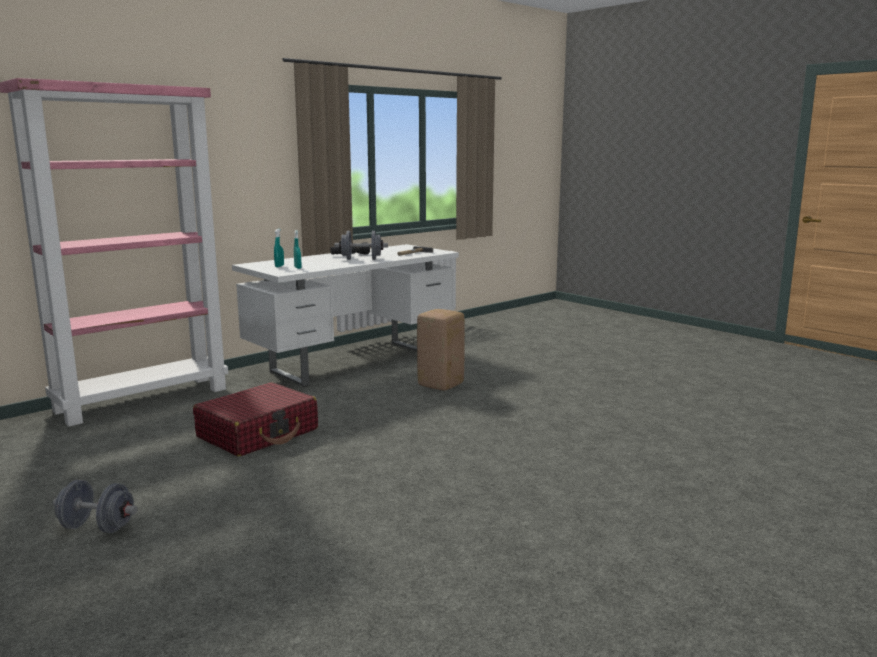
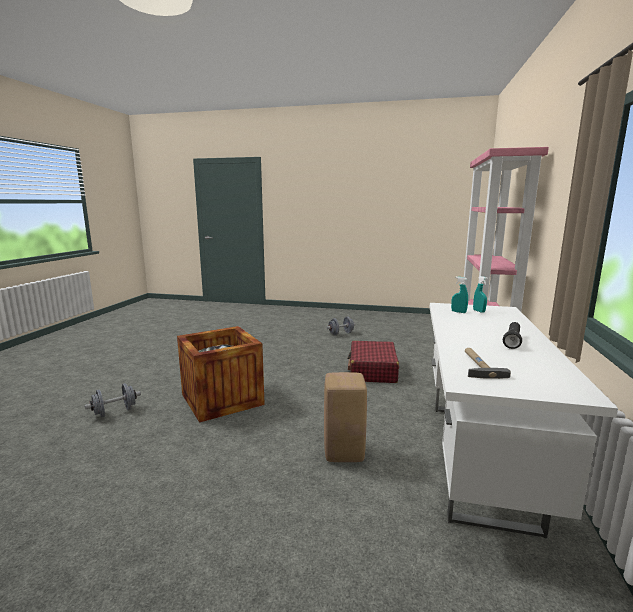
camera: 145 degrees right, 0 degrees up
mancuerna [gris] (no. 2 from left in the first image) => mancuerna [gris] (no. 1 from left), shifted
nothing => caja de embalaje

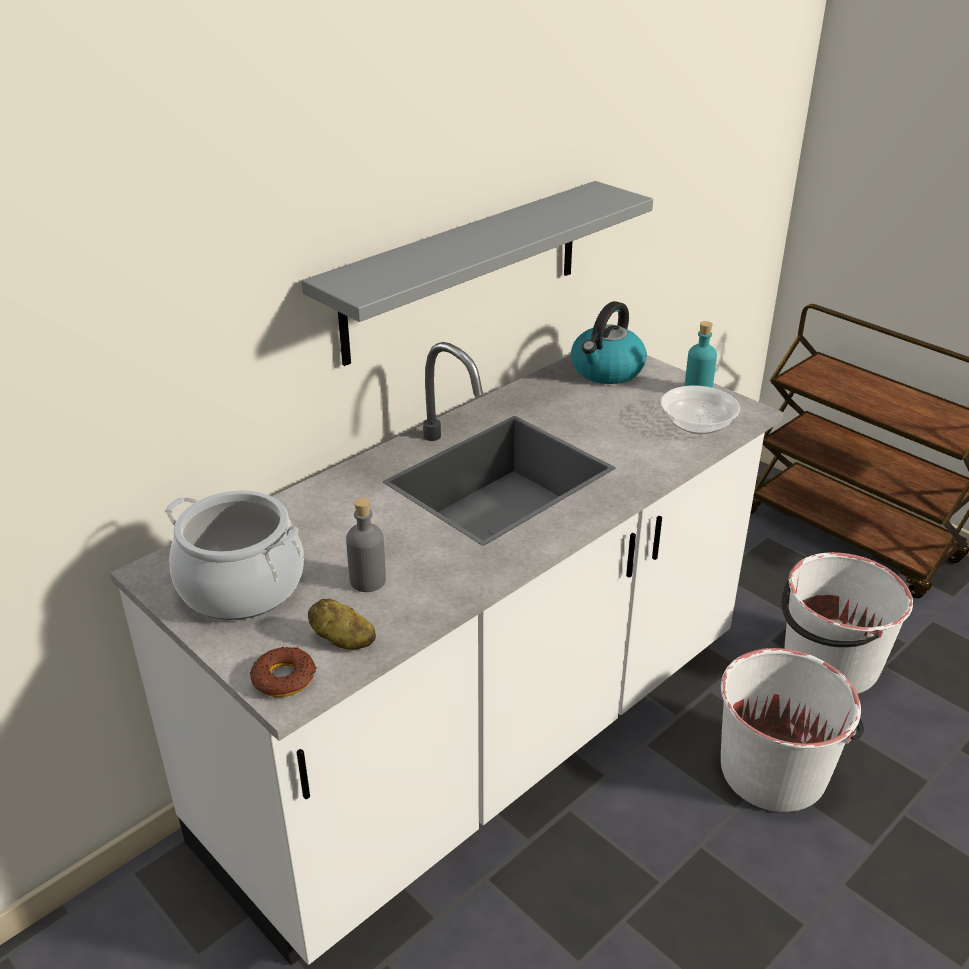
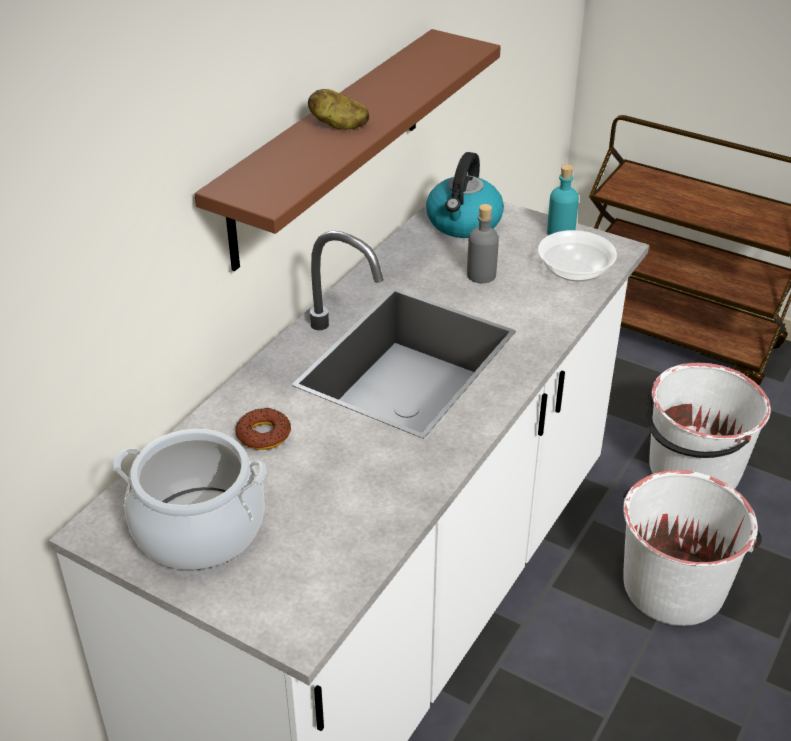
camera: 15 degrees left, 5 degrees up
estante [gris] => estante [marrón]
botella [gris], shifted
patata, shifted
rosquilla, shifted

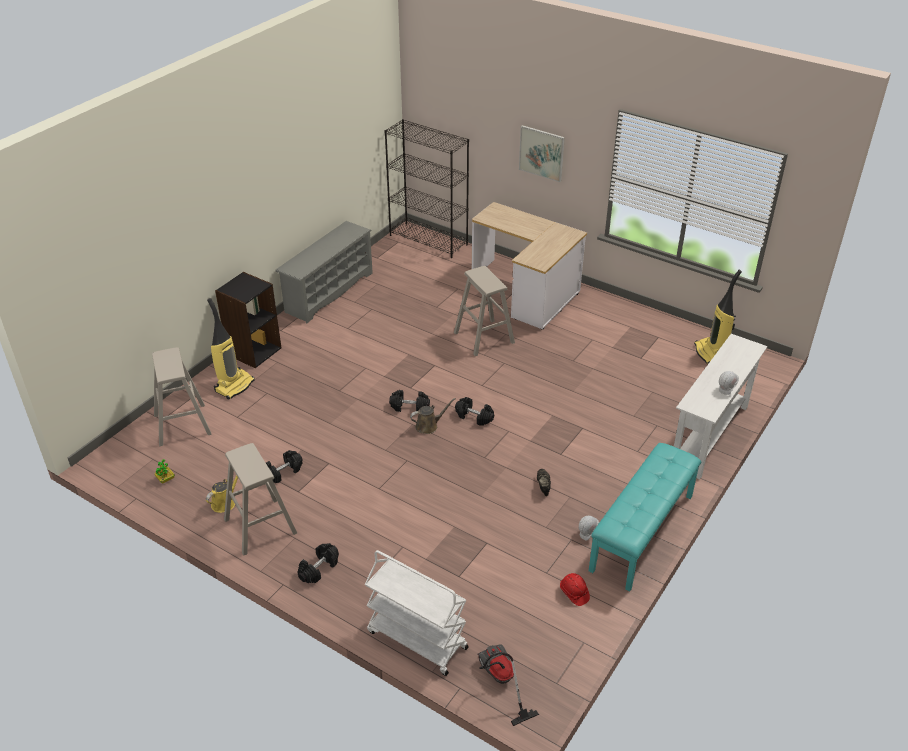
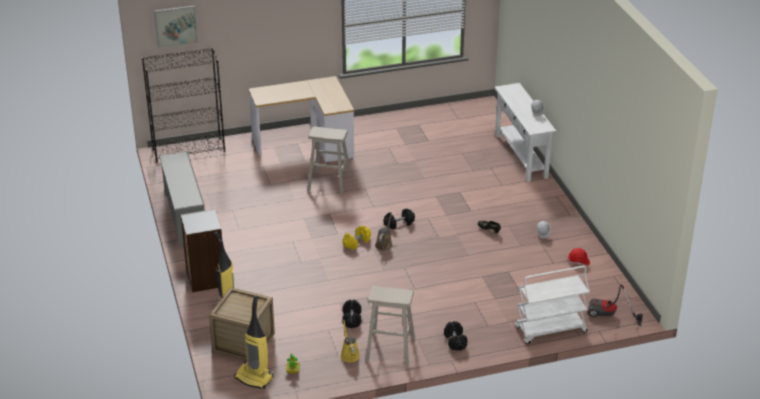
camera: 50 degrees left, 5 degrees down
cuadro, shifted
aspiradora (no. 3 from left in the first image) => aspiradora (no. 2 from left), shifted
taburete [beis] (no. 1 from left) => caja de embalaje
mancuerna [negro] (no. 3 from left) => mancuerna [amarillo]
banco [turquesa] => nothing

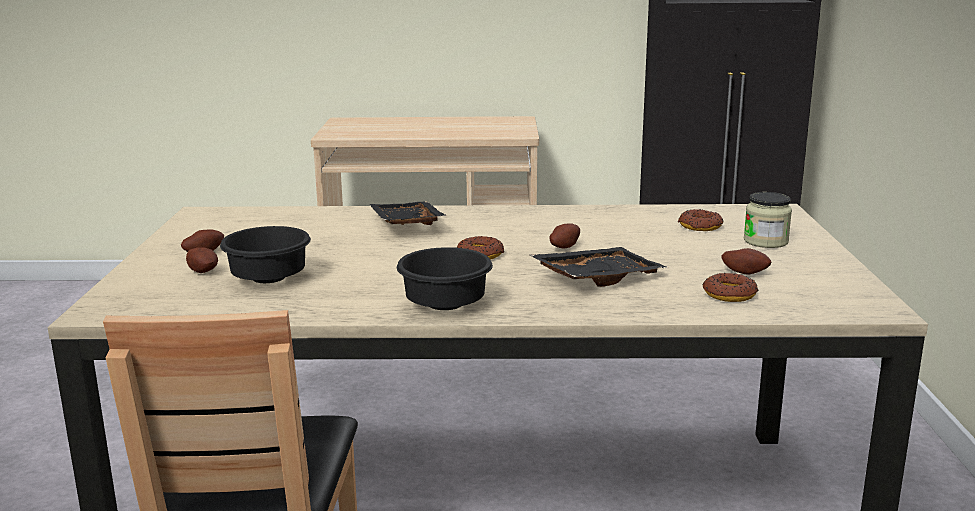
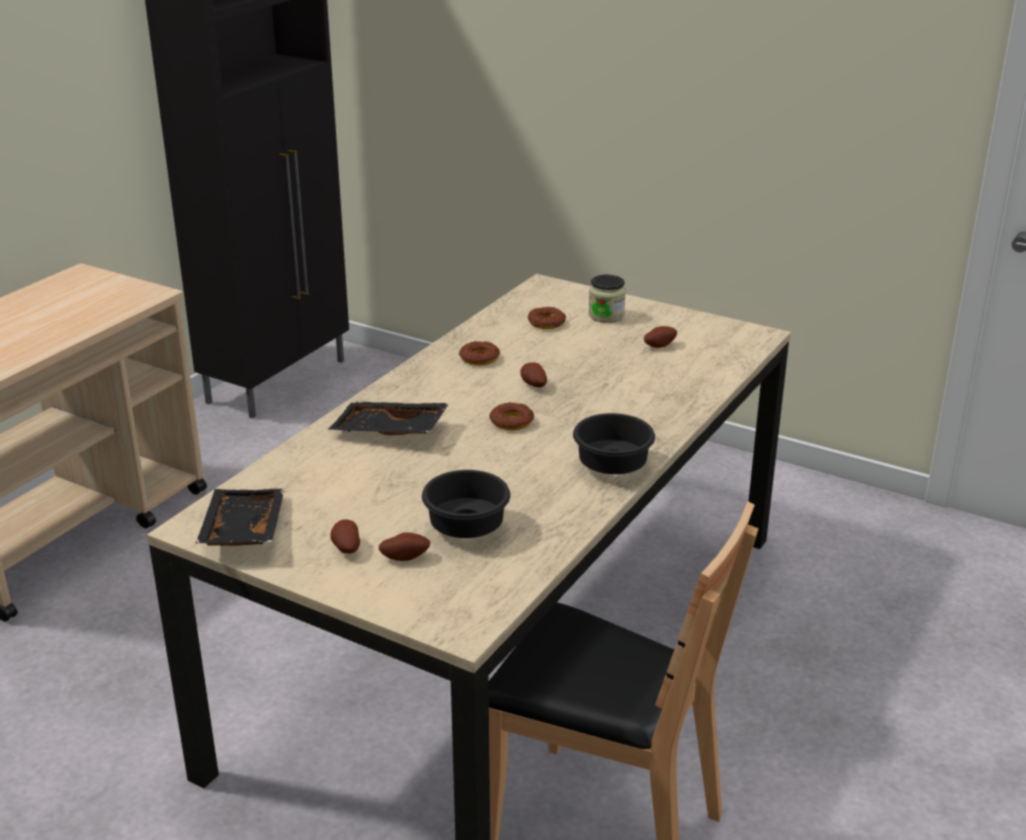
camera: 60 degrees left, 10 degrees up
bandeja [negro] (no. 2 from left in the first image) => bandeja [negro] (no. 1 from left), shifted
rosquilla (no. 3 from left in the first image) => rosquilla (no. 1 from left), shifted

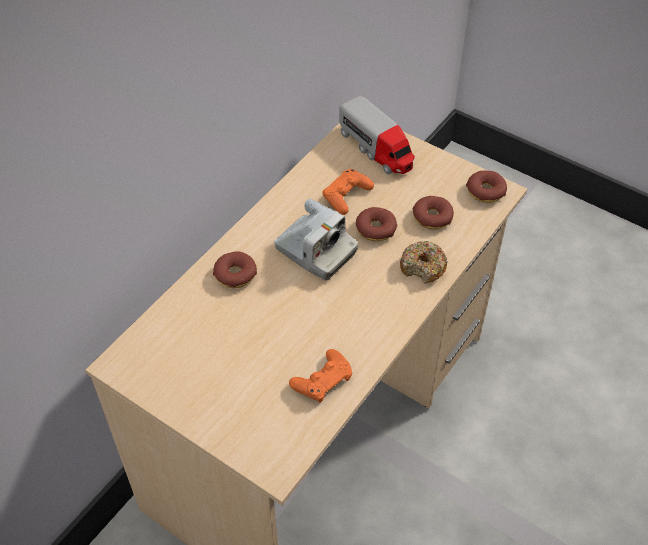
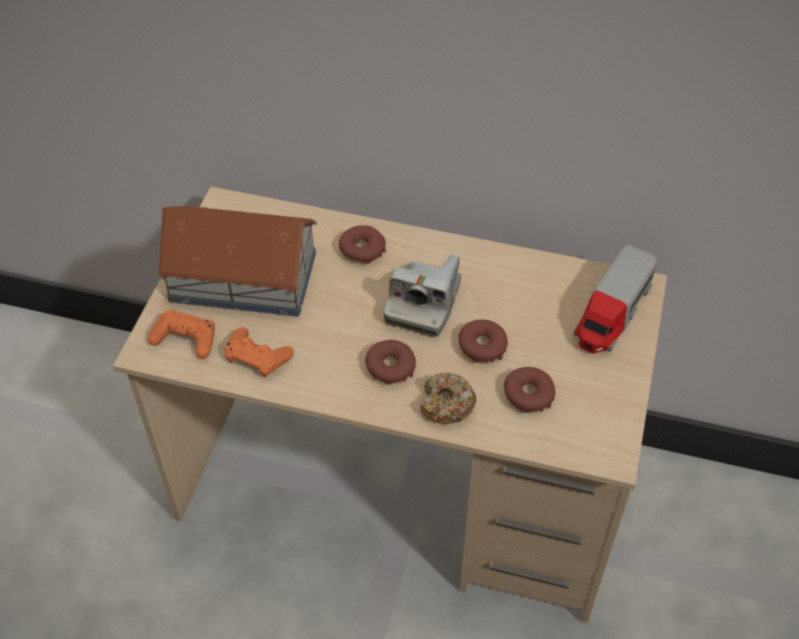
camera: 70 degrees right, 0 degrees up
mando de consola [naranja] (no. 2 from left in the first image) => mando de consola [naranja] (no. 1 from left), shifted
rosquilla (no. 5 from left in the first image) => rosquilla (no. 2 from left), shifted
nothing => casita

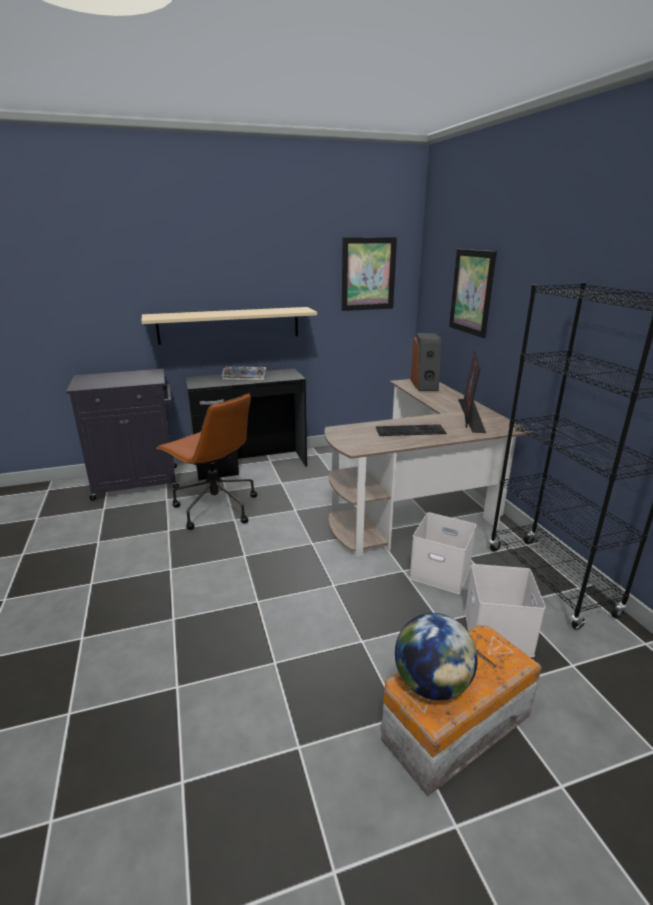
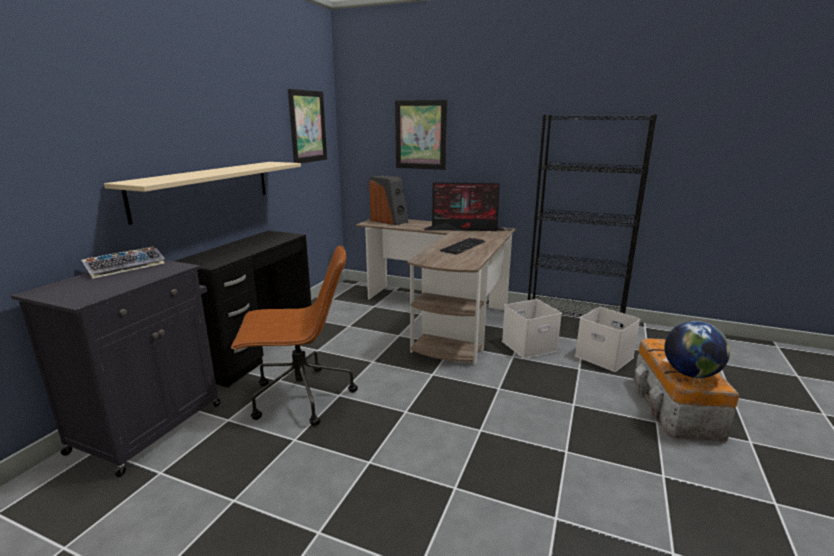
camera: 50 degrees left, 5 degrees down
monitor, 45 degrees counterclockwise
teclado (no. 1 from left), shifted

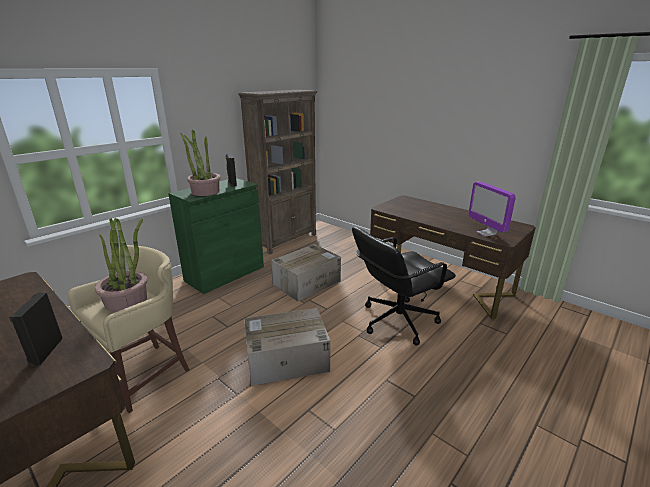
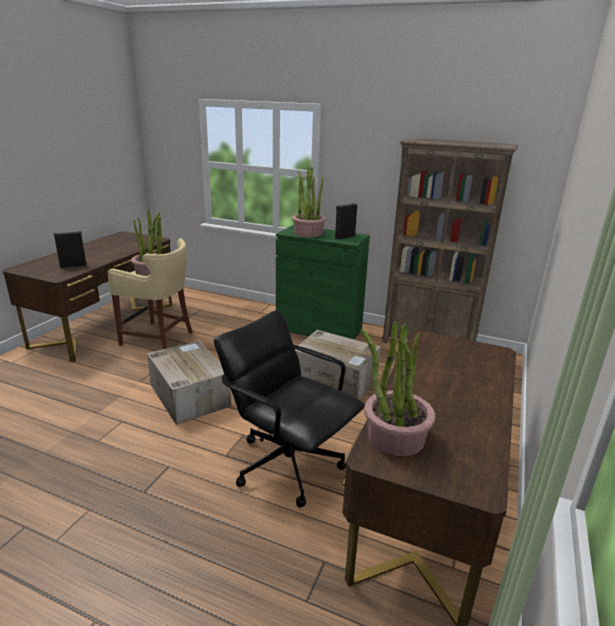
camera: 70 degrees right, 0 degrees up
monitor => planta en maceta (no. 3 from left)

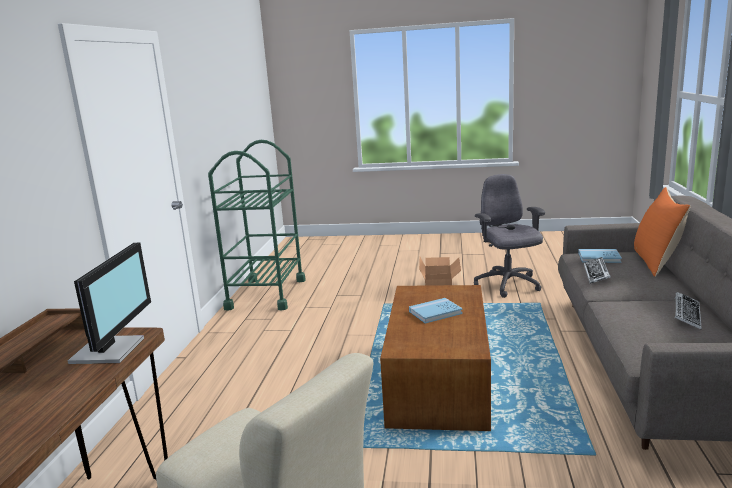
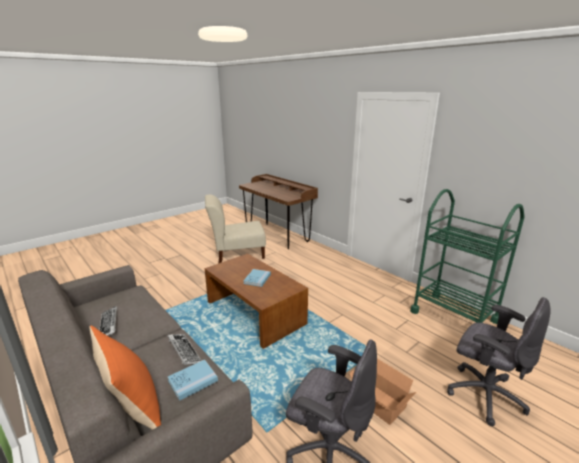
camera: 130 degrees right, 5 degrees up
monitor => nothing
nothing => silla de oficina [gris] (no. 2 from left)

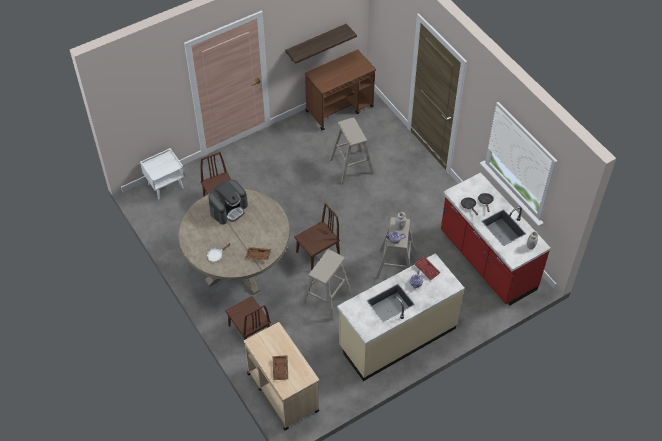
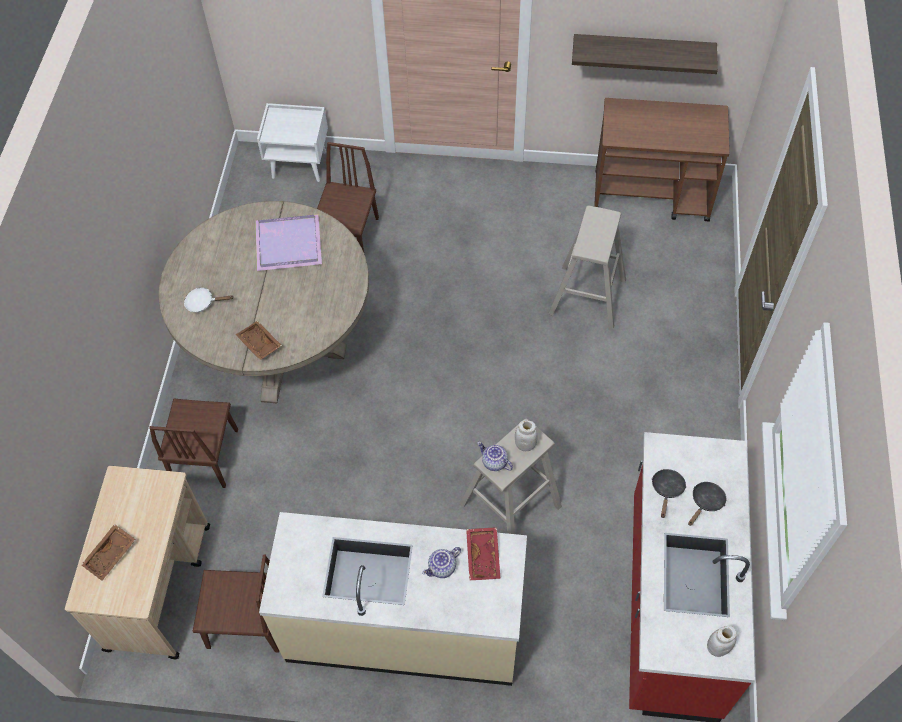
camera: 40 degrees right, 5 degrees up
cafetera => bandeja [morado]
silla [marrón] (no. 3 from left in the first image) => silla [marrón] (no. 2 from left), shifted
taburete [beis] (no. 1 from left) => nothing

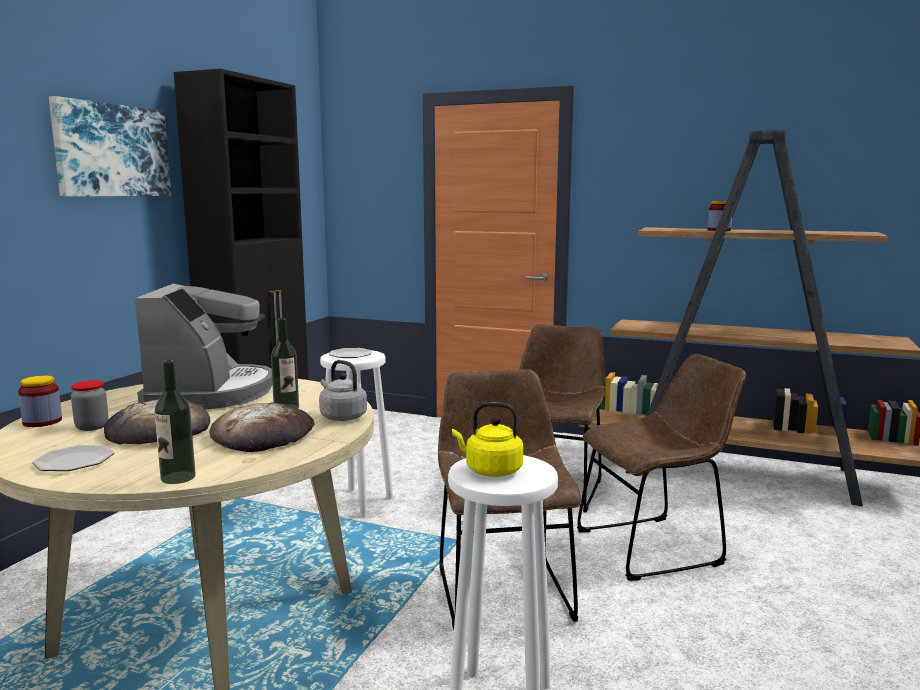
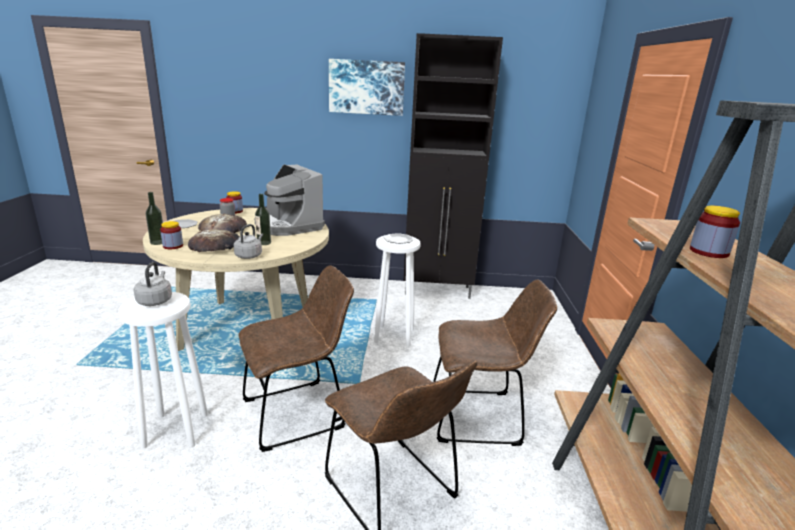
camera: 70 degrees right, 10 degrees up
cafetera, 75 degrees clockwise
hervidor [amarillo] => hervidor [gris] (no. 1 from left)
nothing => tarro (no. 1 from left)

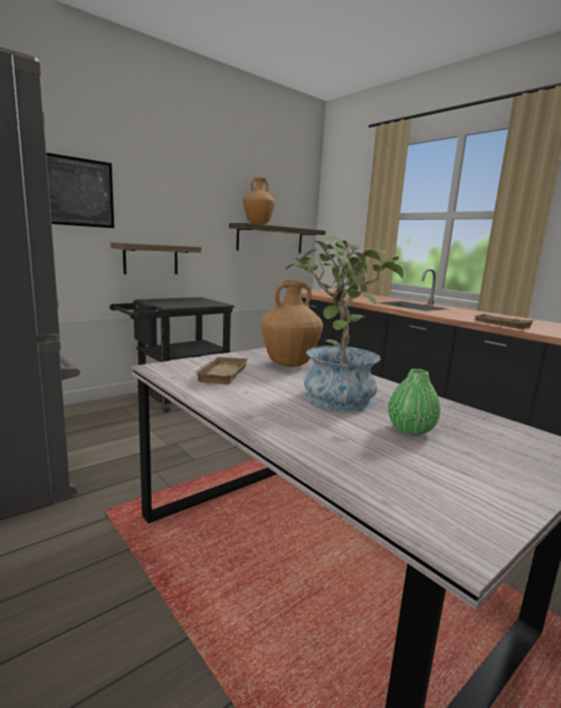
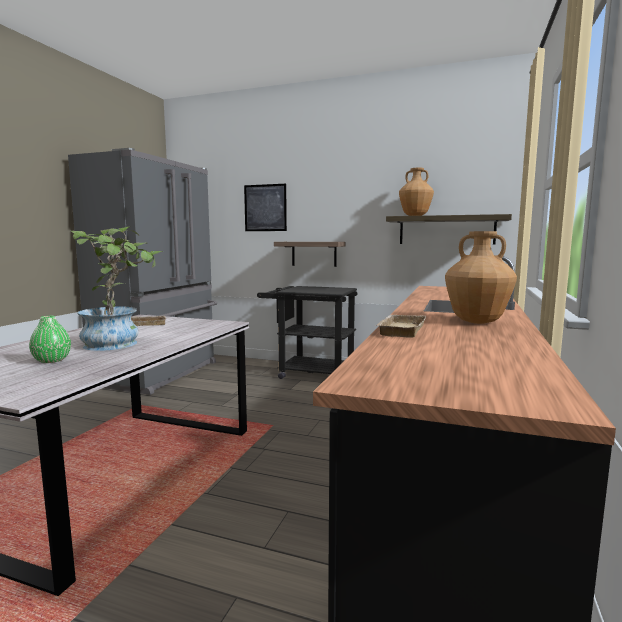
camera: 60 degrees right, 5 degrees down
florero [marrón] (no. 2 from left), shifted

